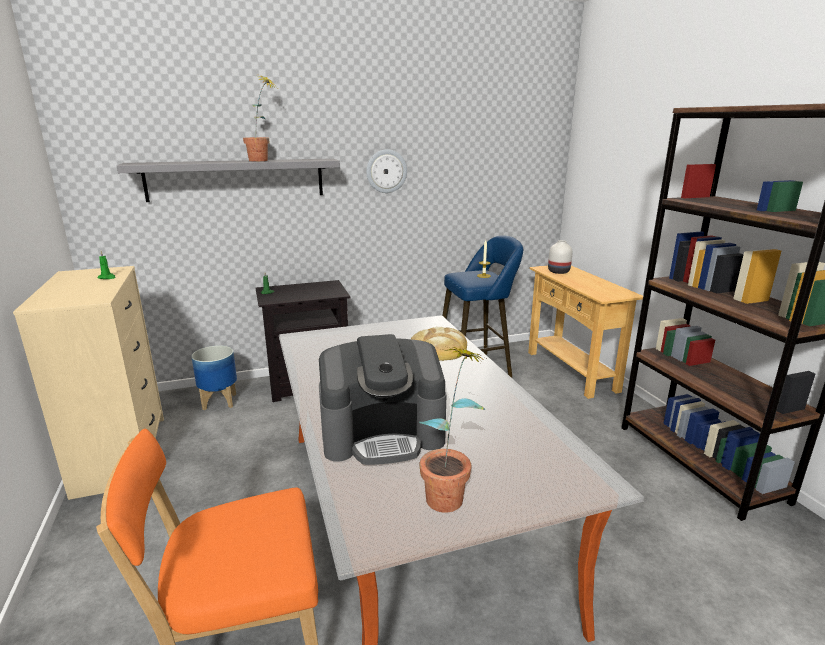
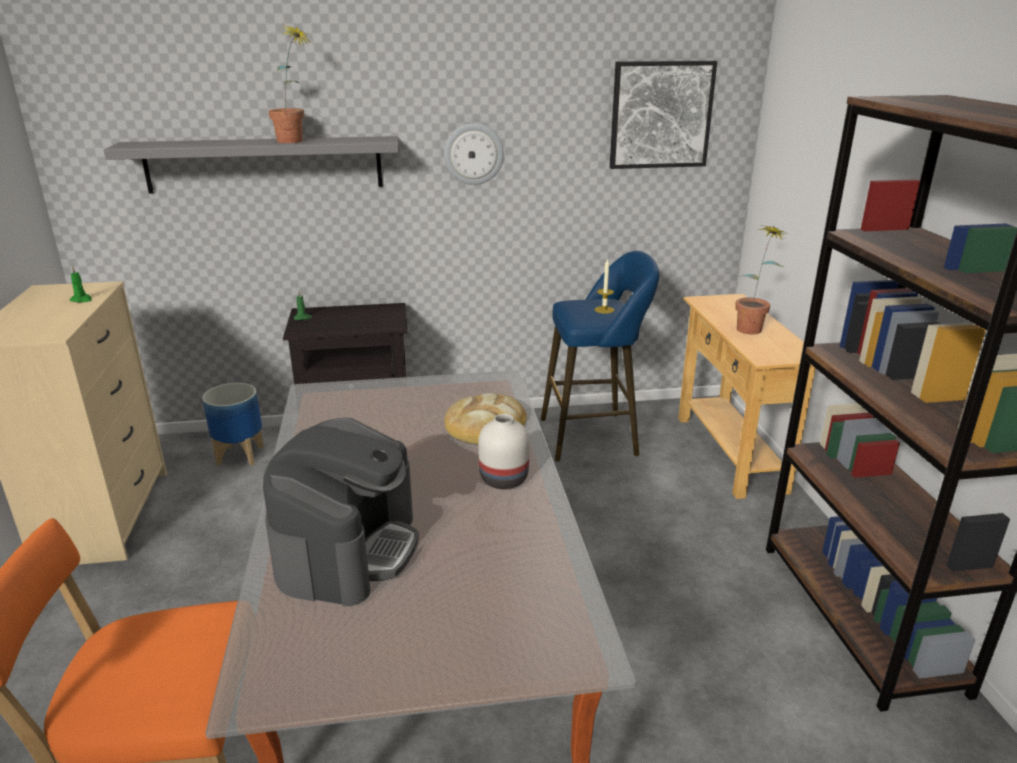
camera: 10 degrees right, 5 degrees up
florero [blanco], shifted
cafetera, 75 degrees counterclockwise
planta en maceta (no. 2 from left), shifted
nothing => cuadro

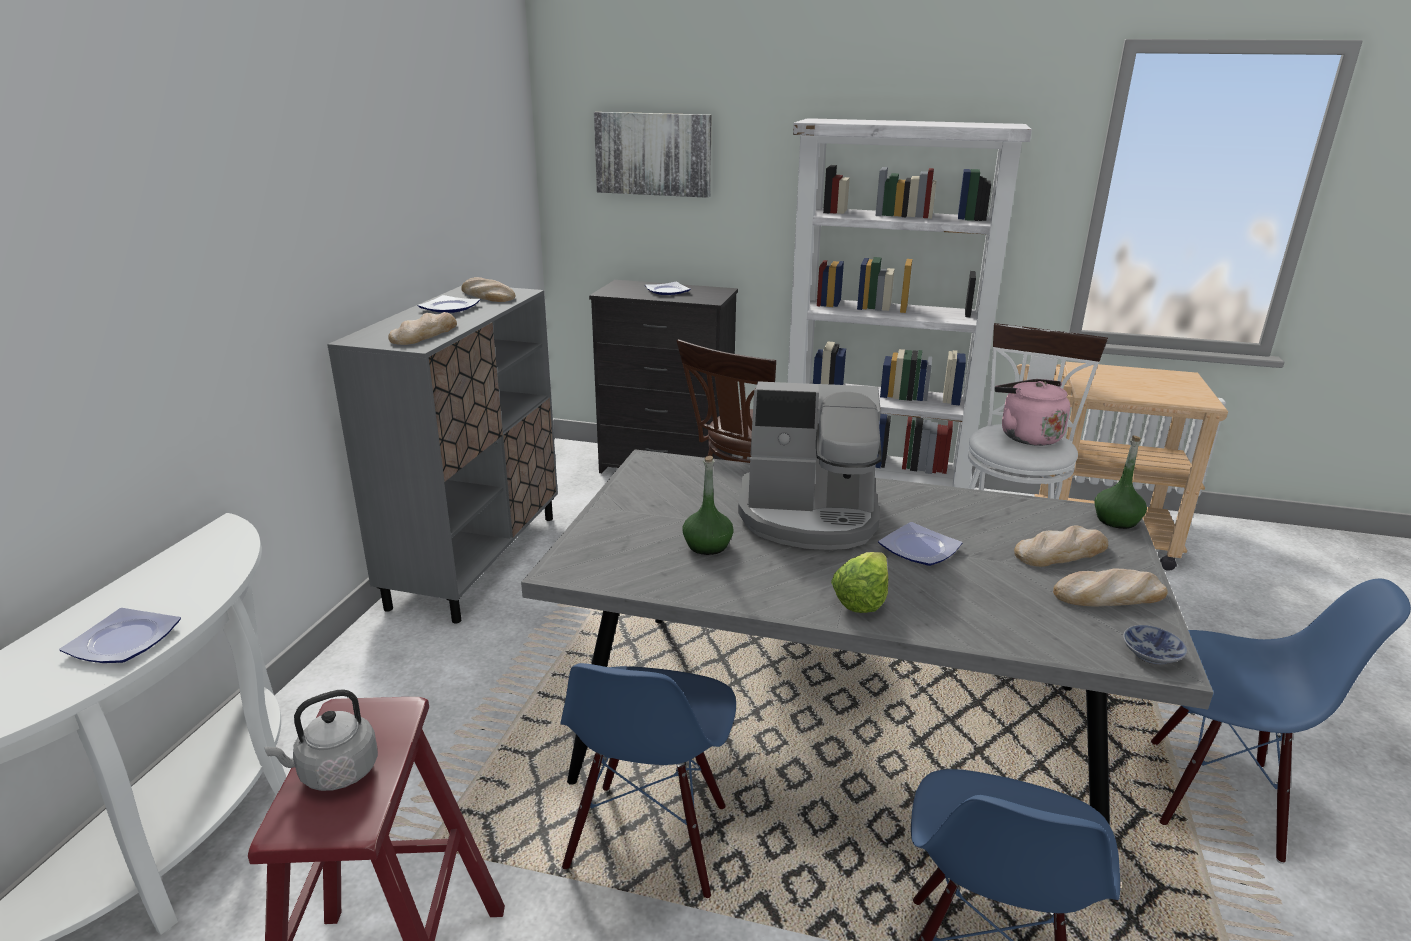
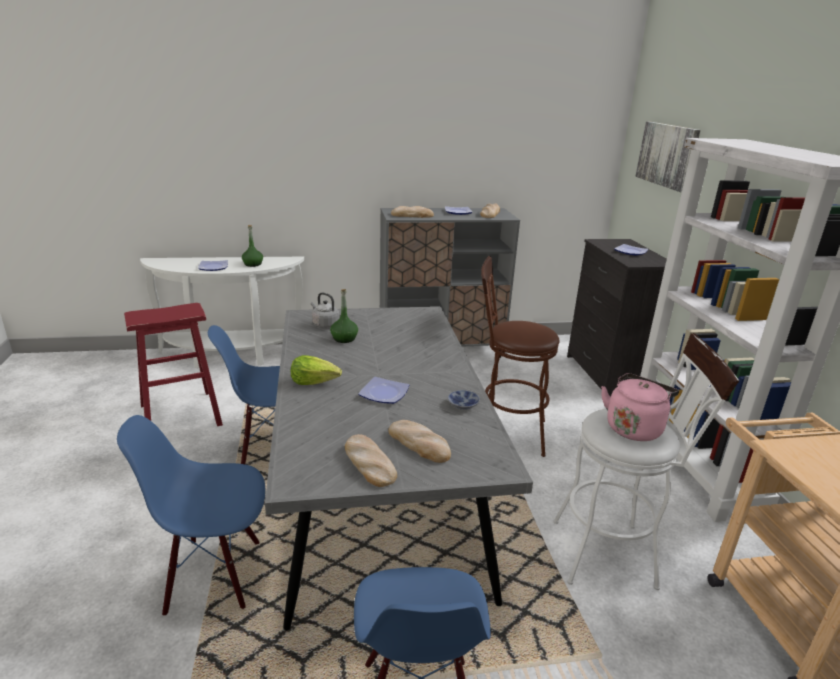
camera: 65 degrees right, 0 degrees up
cafetera => nothing
botella [verde] (no. 2 from left in the first image) => botella [verde] (no. 1 from left), shifted
cuenco, shifted
hervidor [gris], shifted

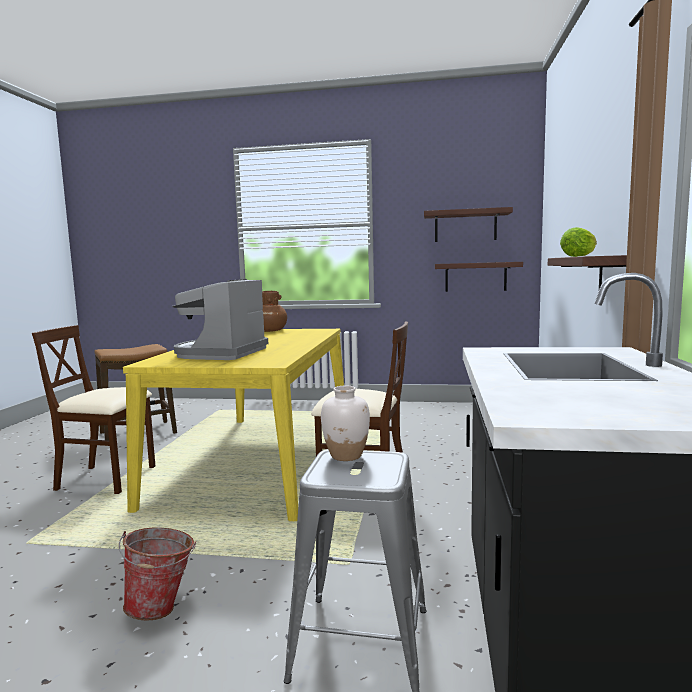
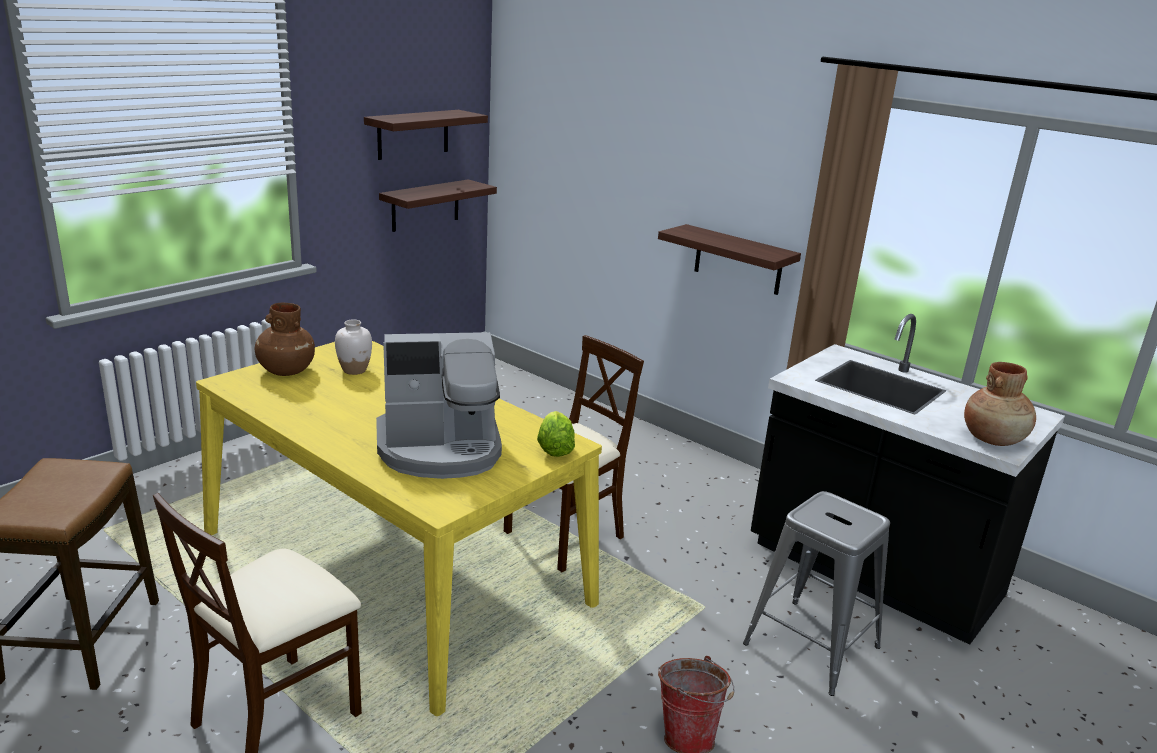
camera: 60 degrees left, 15 degrees up
lechuga, shifted
cafetera, 60 degrees counterclockwise
florero [blanco], shifted
nothing => florero [marrón] (no. 2 from left)

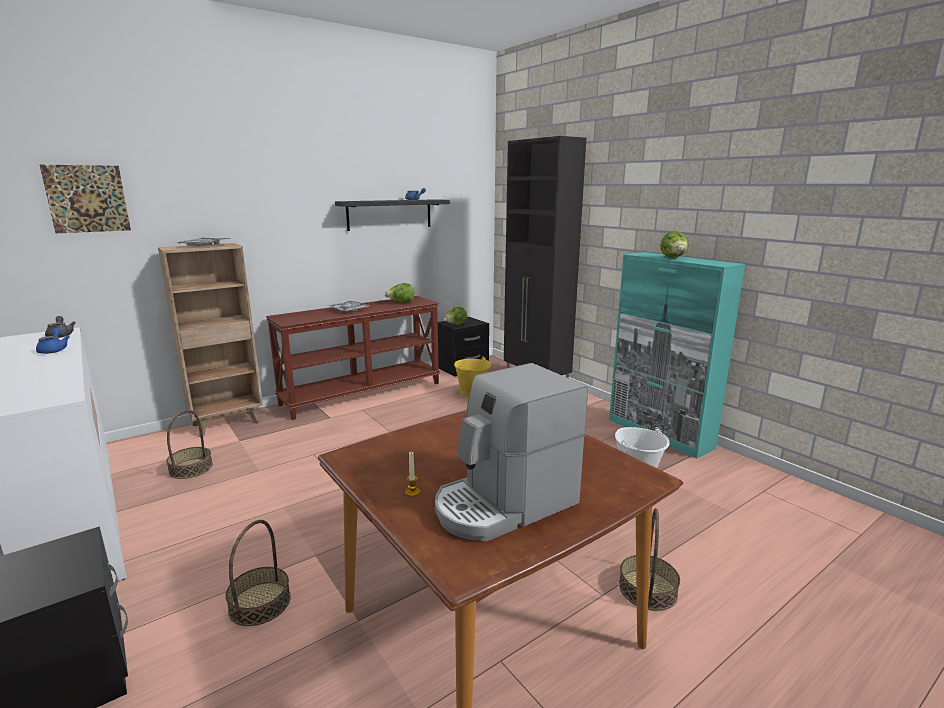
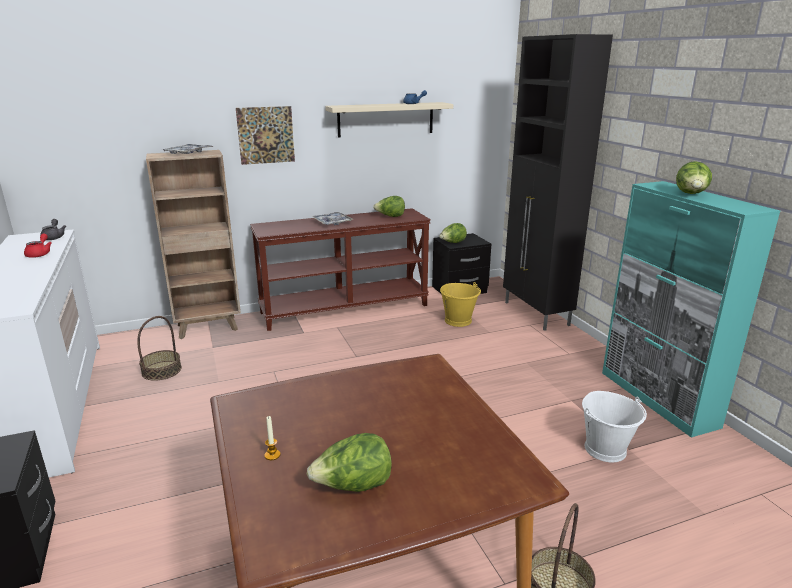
camera: 15 degrees right, 5 degrees up
cuadro, shifted
estante [negro] => estante [beis]
tetera [azul] (no. 1 from left) => tetera [rojo]
cafetera => lechuga (no. 1 from left)
cesta (no. 2 from left) => nothing

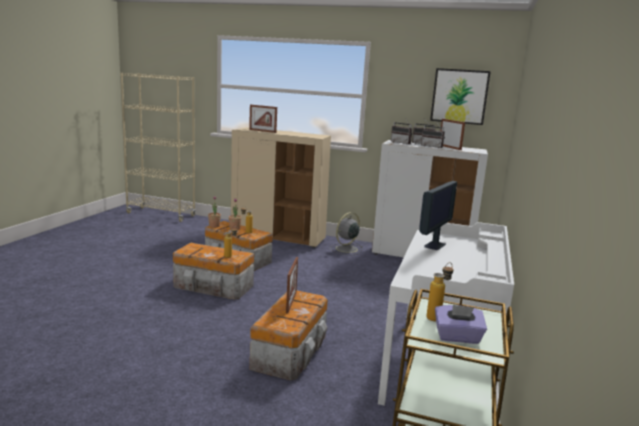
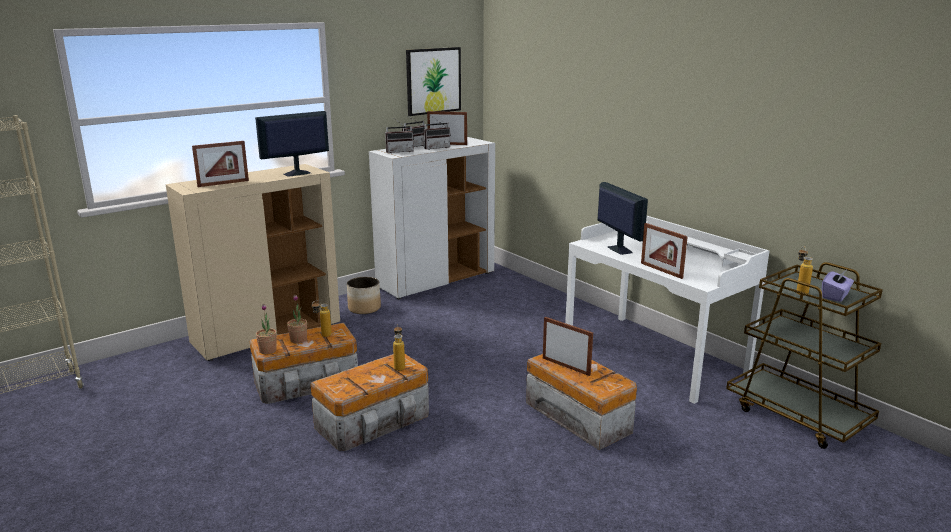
camera: 55 degrees left, 5 degrees up
ventilador [gris] => maceta
nothing => monitor (no. 1 from left)
nothing => portarretratos (no. 4 from left)

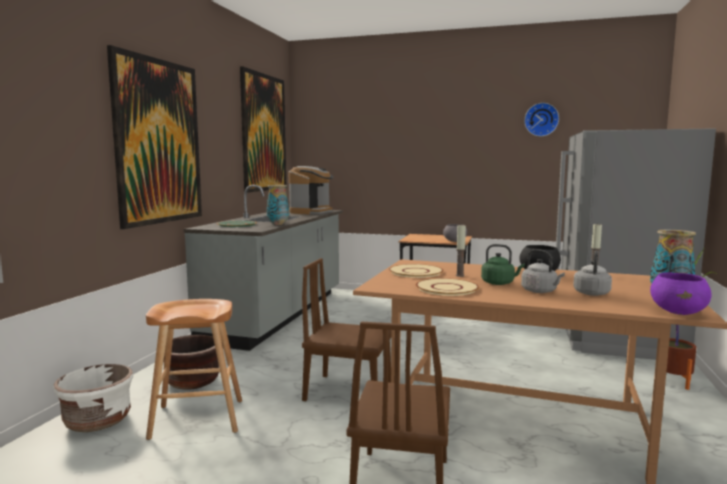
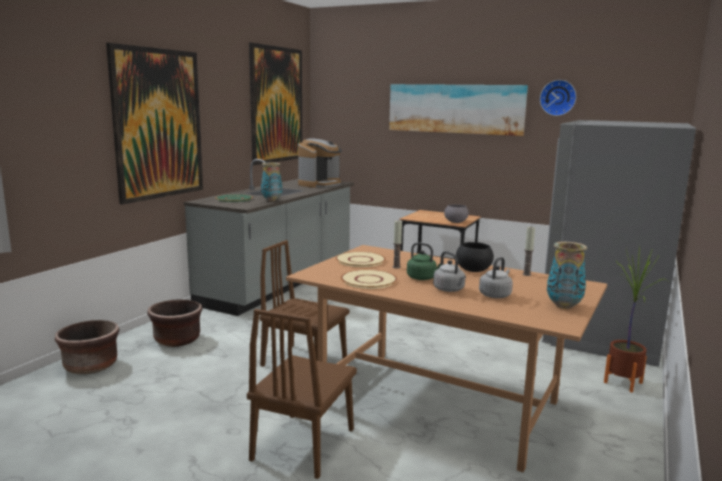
camera: 10 degrees right, 5 degrees up
cuenco [morado] => nothing
taburete [marrón] => nothing
maceta [blanco] => maceta [marrón] (no. 1 from left)
nothing => cuadro (no. 3 from left)

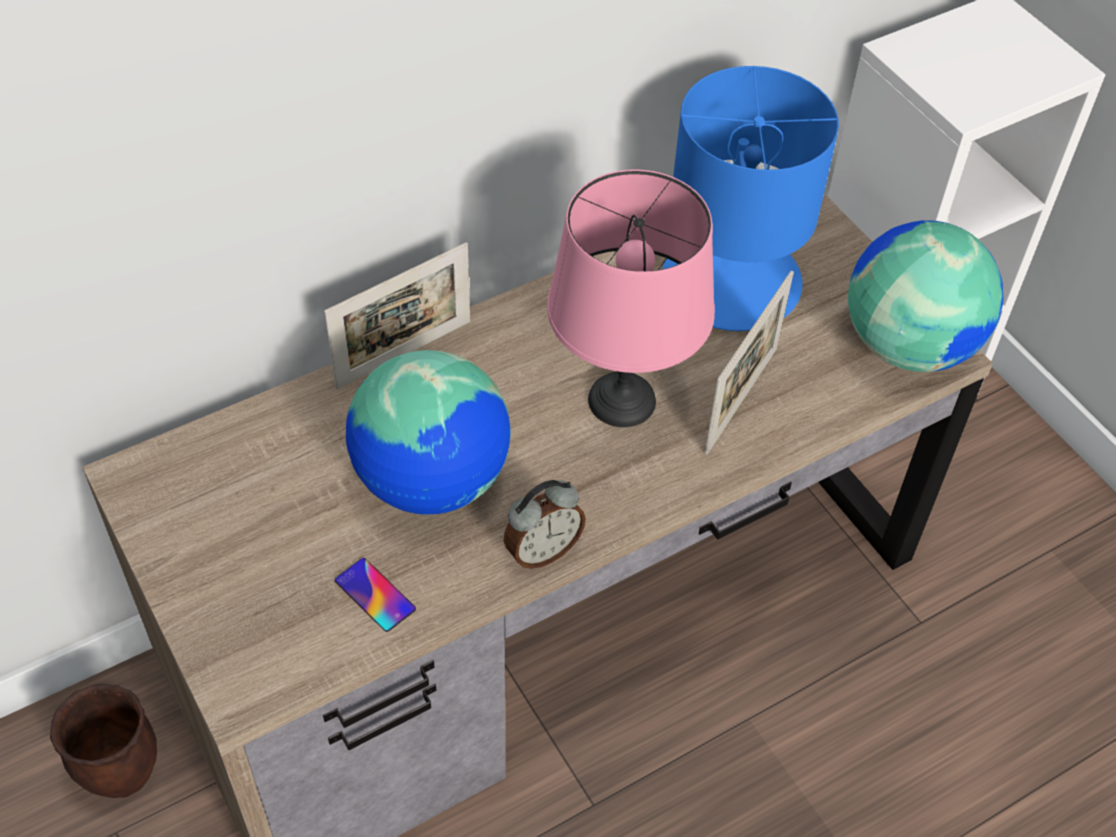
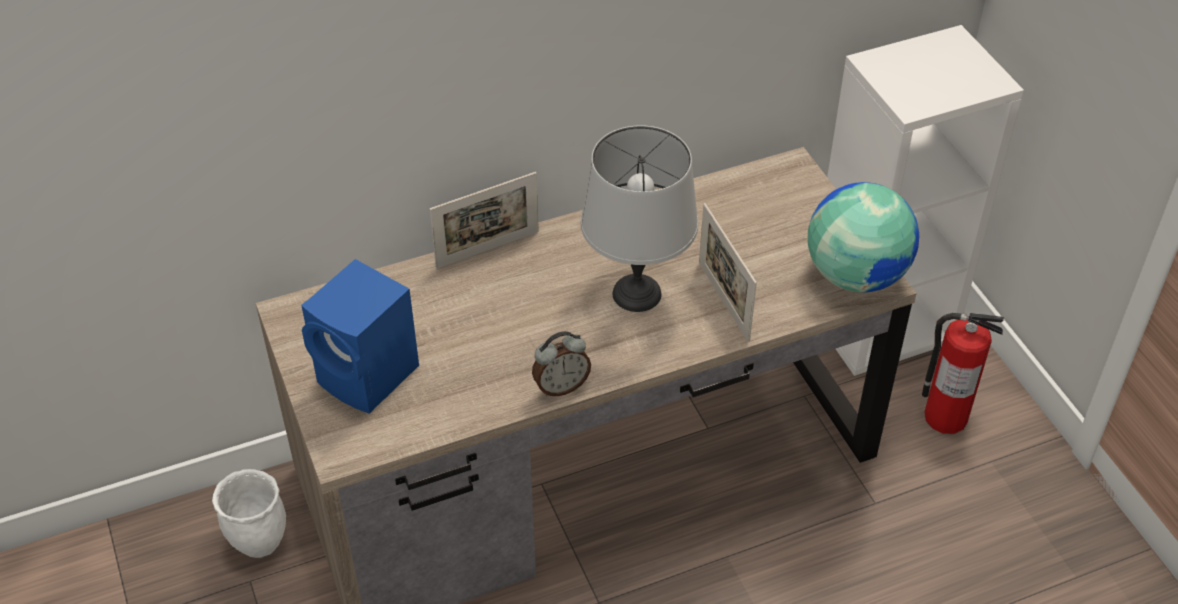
camera: 10 degrees right, 5 degrees down
lámpara de mesa [azul] => nothing
lámpara de mesa [rosa] => lámpara de mesa [gris]
portarretratos (no. 2 from left), 120 degrees clockwise
globo terráqueo (no. 1 from left) => nothing
móvil => nothing
maceta [marrón] => maceta [blanco]
nothing => altavoz [azul]
nothing => extintor

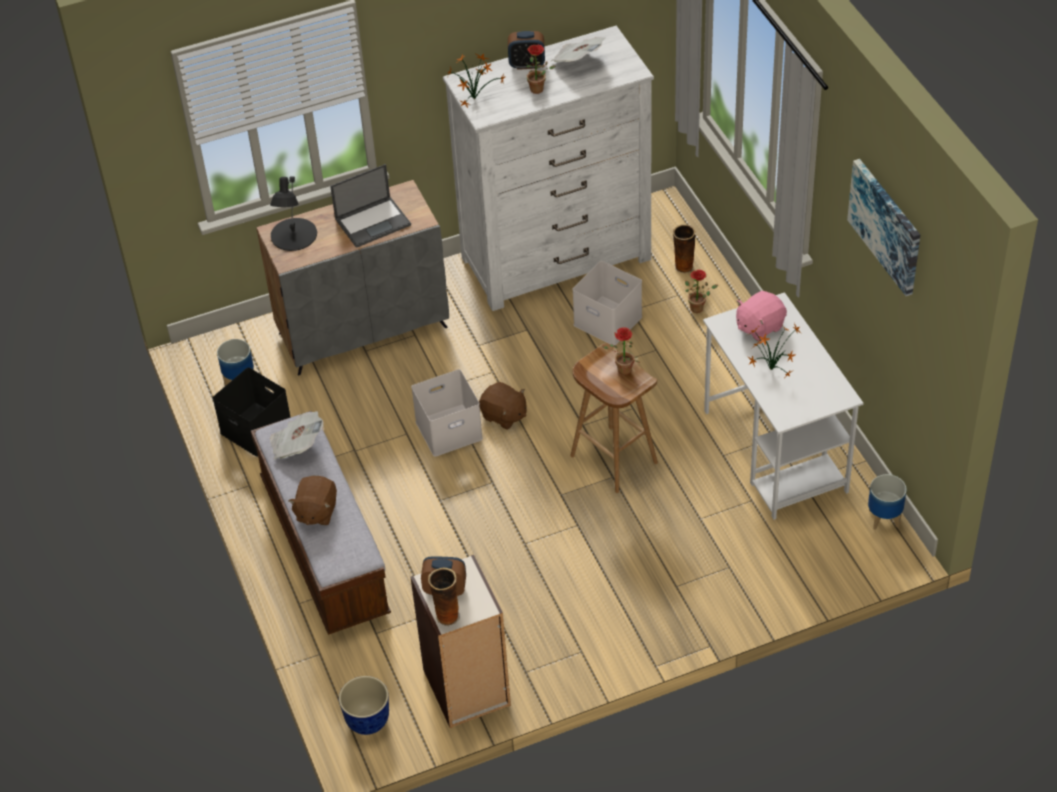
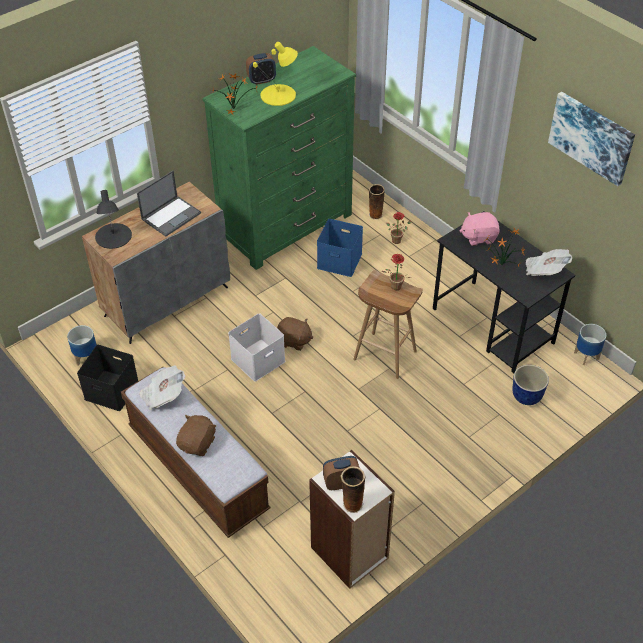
camera: 20 degrees left, 0 degrees up
cómoda [blanco] => cómoda [verde]
periódico (no. 2 from left), shifted
planta en maceta (no. 2 from left) => lámpara de mesa [amarillo]
caja de almacenaje [blanco] (no. 2 from left) => caja de almacenaje [azul]
peluche [rosa], 45 degrees clockwise
escritorio [blanco] => escritorio [negro]
peluche [marrón] (no. 1 from left), 150 degrees counterclockwise
maceta (no. 2 from left), shifted

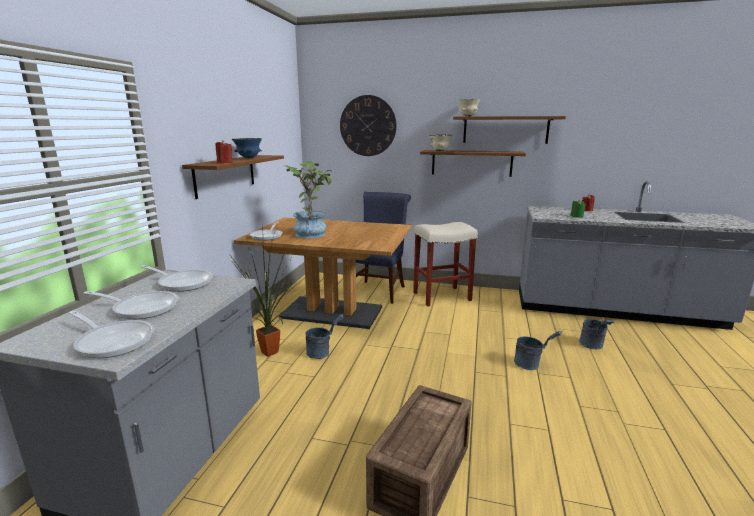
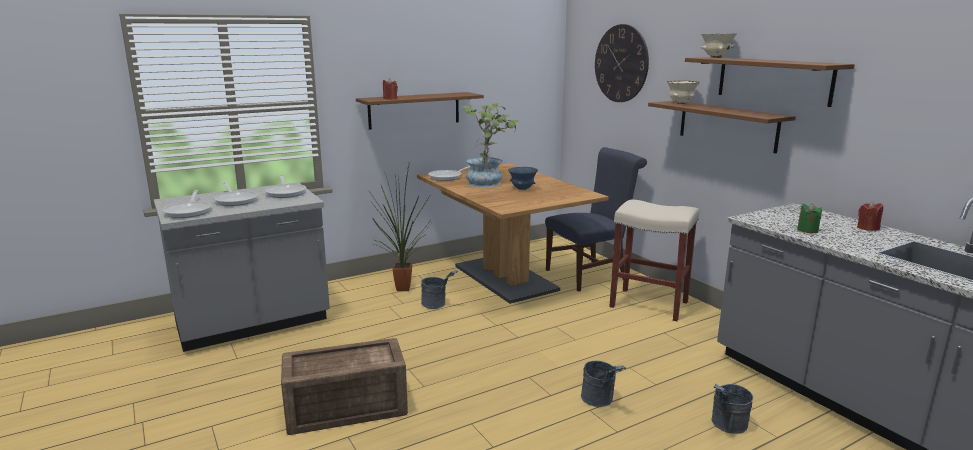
camera: 45 degrees right, 0 degrees up
cuenco [azul], shifted

